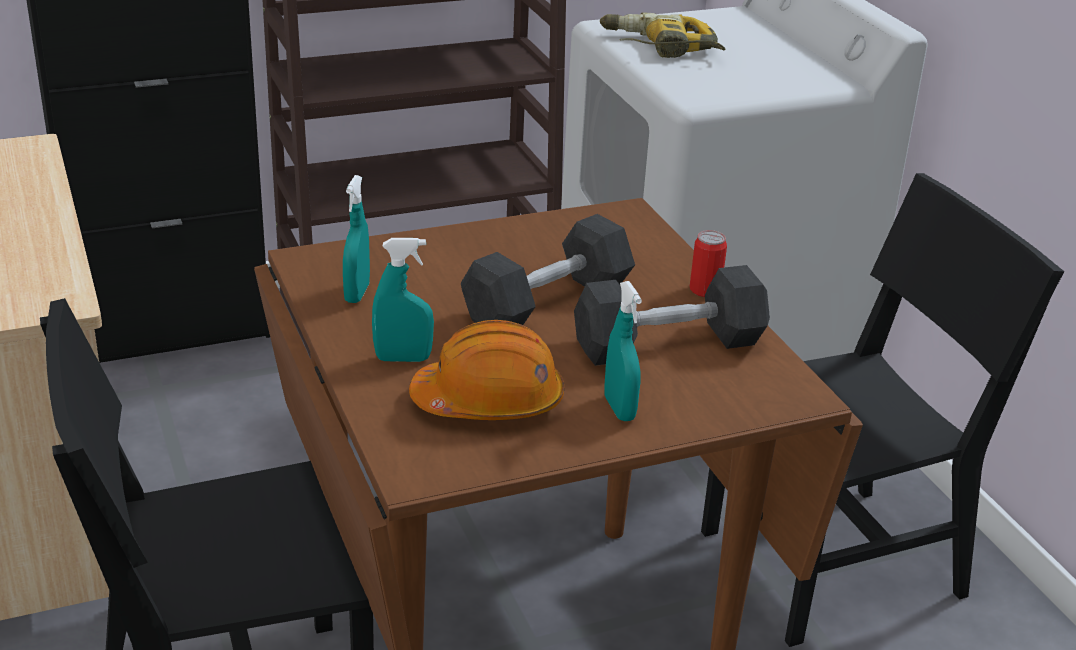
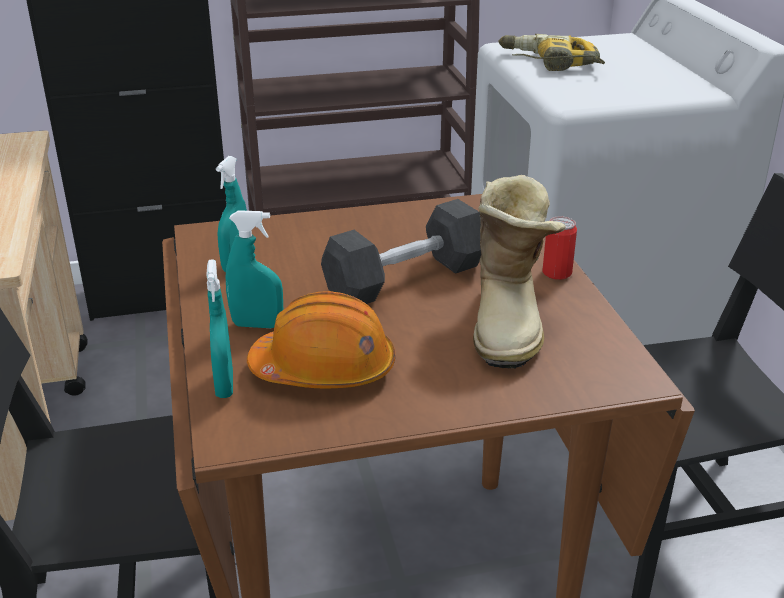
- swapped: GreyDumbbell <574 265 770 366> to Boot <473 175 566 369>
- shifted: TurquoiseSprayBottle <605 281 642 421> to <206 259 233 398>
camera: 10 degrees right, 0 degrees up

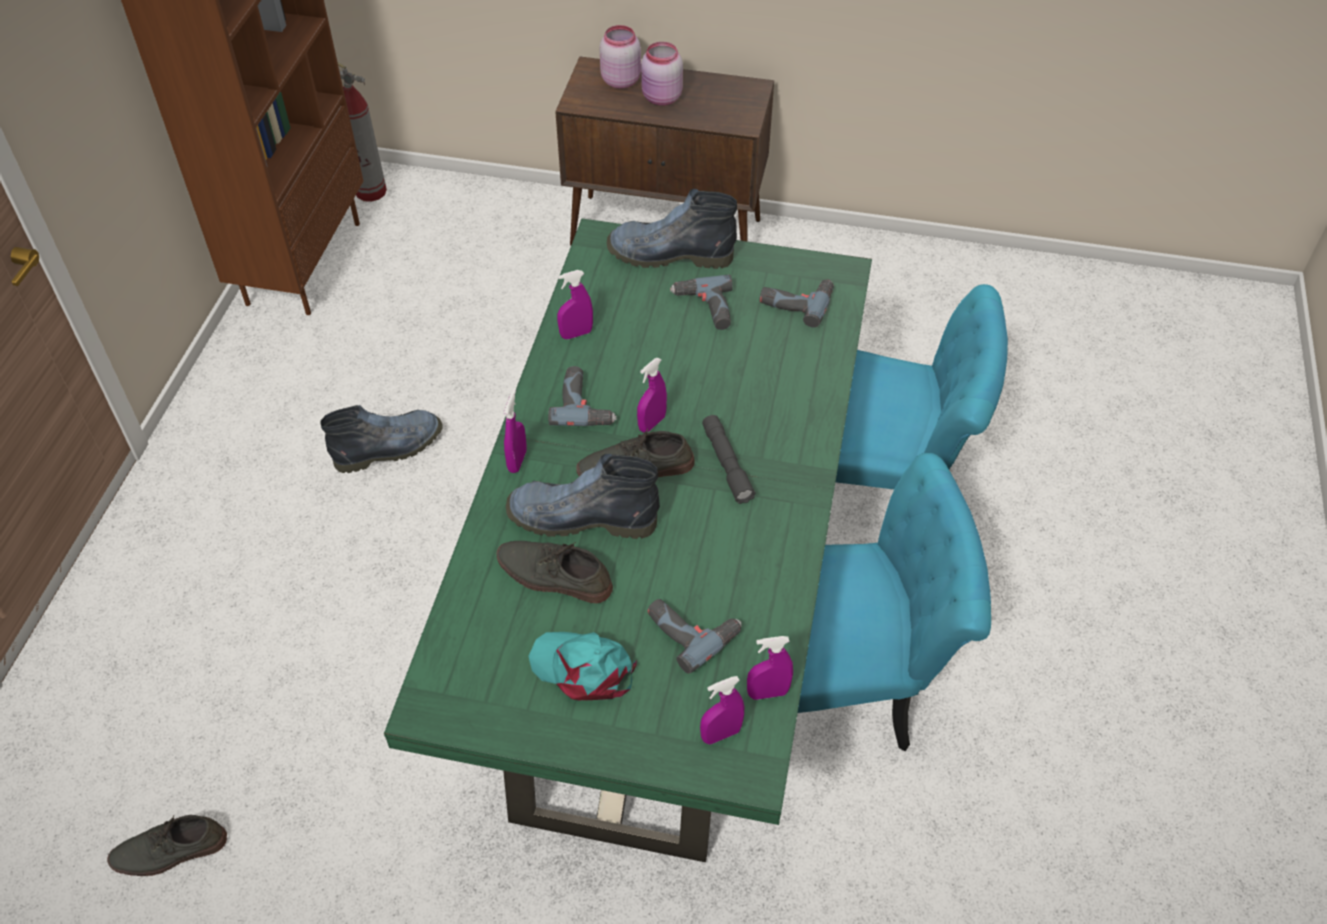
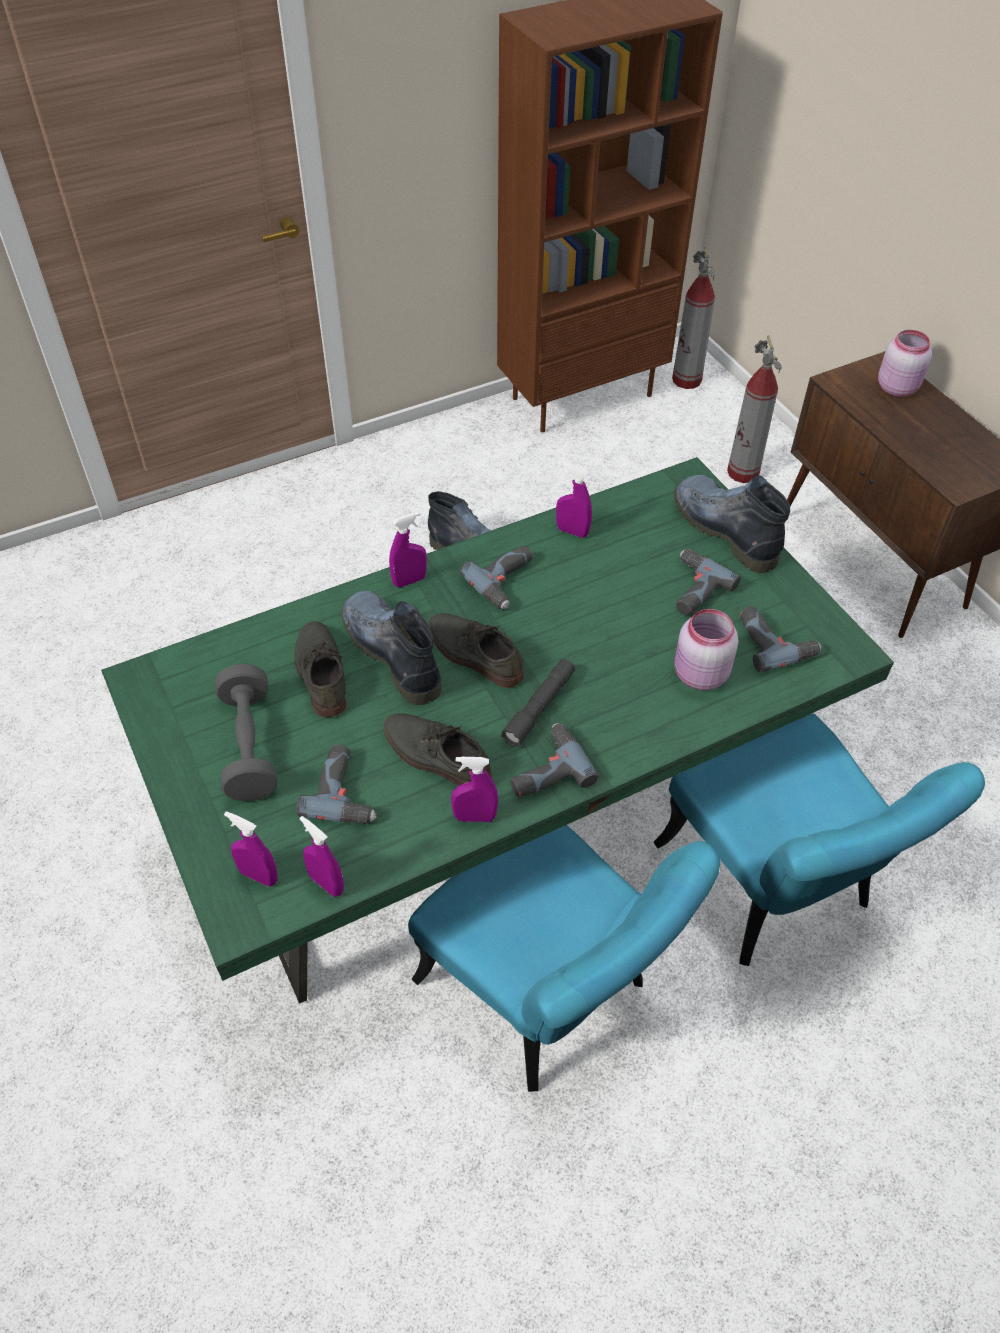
- shifted: GreyShoe <107 815 227 876> to <384 713 492 786>
- swapped: TurquoiseCap <528 632 636 701> to GreyDumbbell <215 664 277 801>
- shifted: PurpleSprayBottle <637 358 667 432> to <451 757 498 822>
- shifted: PinkJar <641 42 683 106> to <674 609 739 690>
- new: PowerDrill <510 723 599 797>
- new: FireExtinguisher <727 336 782 483>
camera: 50 degrees right, 0 degrees up

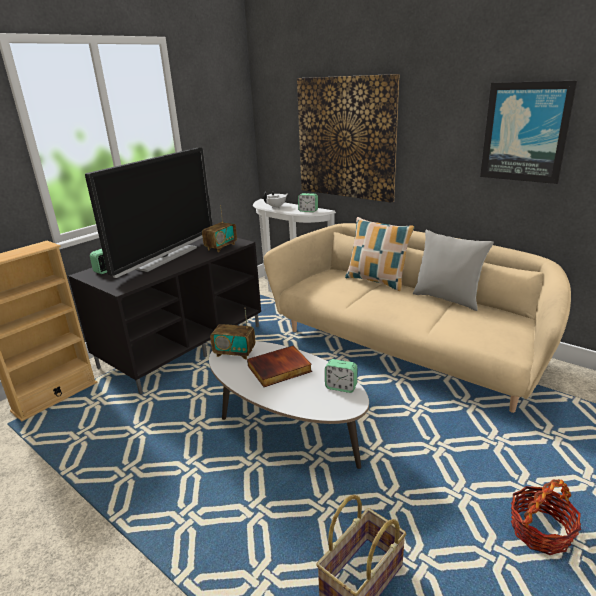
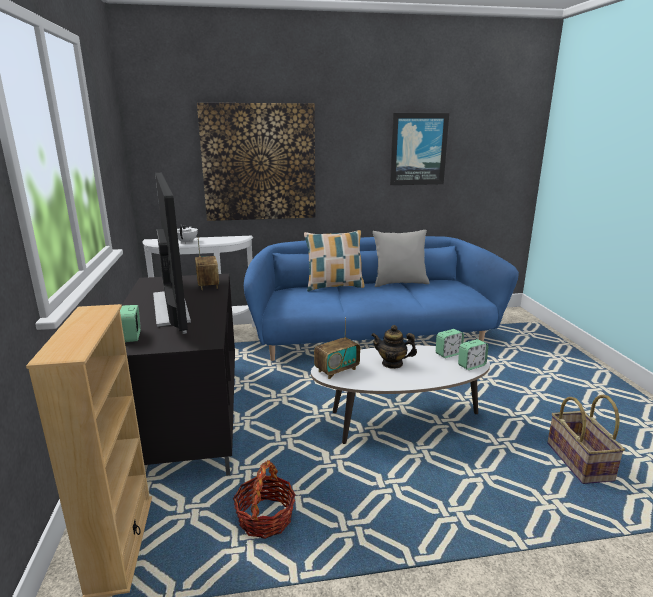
- swapped: Book <247 346 312 387> to Teapot <371 325 417 369>
- repainted: BeigeSofa <264 223 571 413> to BlueSofa <244 236 519 361>
- shifted: AlarmClock <298 193 318 212> to <458 339 488 370>
- shifted: Basket <511 479 581 555> to <233 460 296 539>
camera: 50 degrees left, 5 degrees down

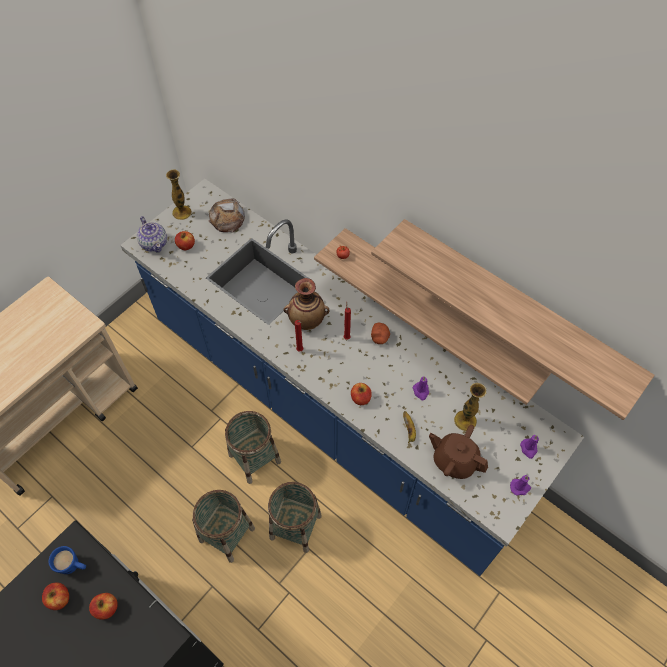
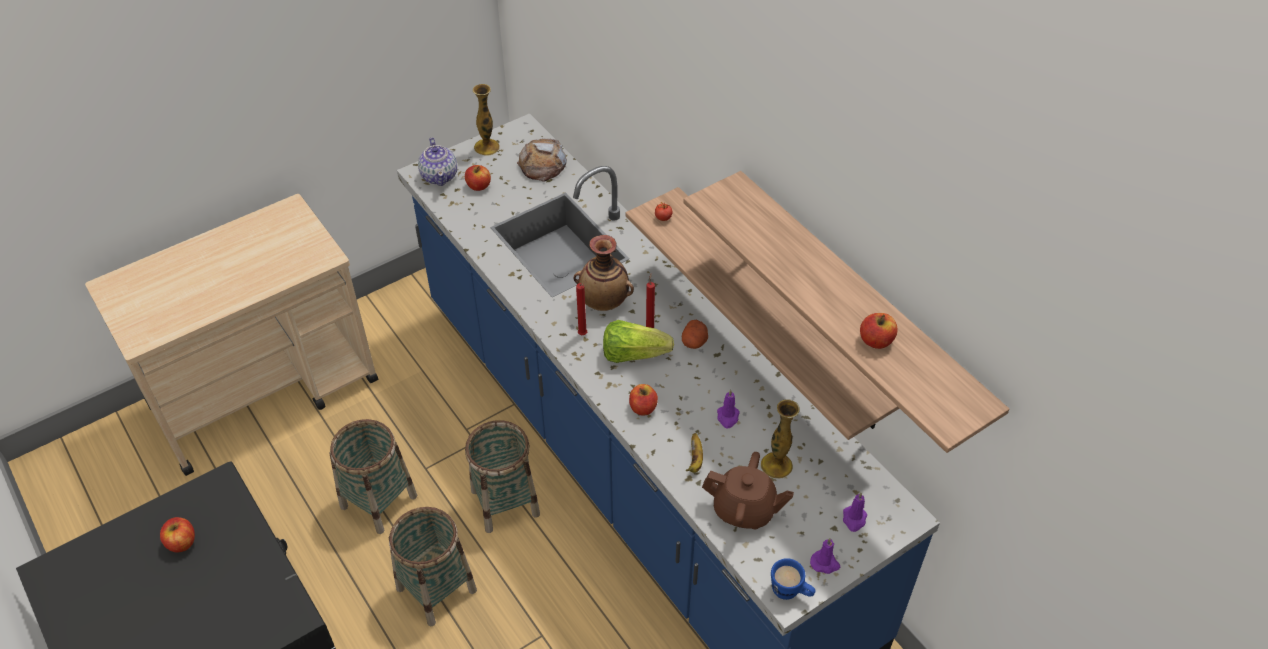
- shifted: BlueMug <49 546 86 574> to <771 558 815 600>
- shifted: Apple <89 593 118 620> to <860 313 898 349>
- shifted: Basket <268 482 321 553> to <329 419 417 534>
- rotated: BrownTeapot <429 425 488 479> = <702 452 794 529> 150 degrees clockwise
- new: Lettuce <603 320 674 363>
camera: 15 degrees right, 10 degrees down

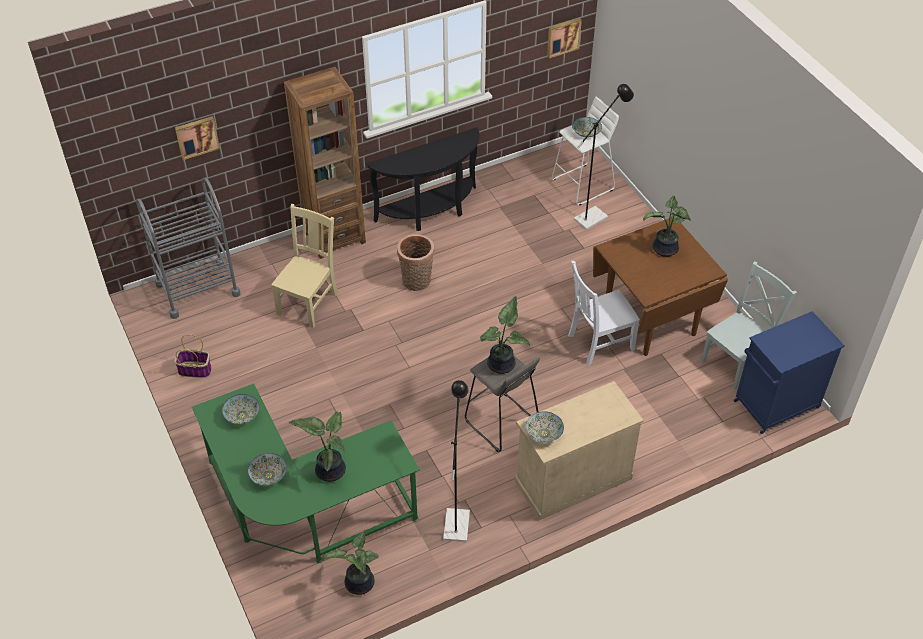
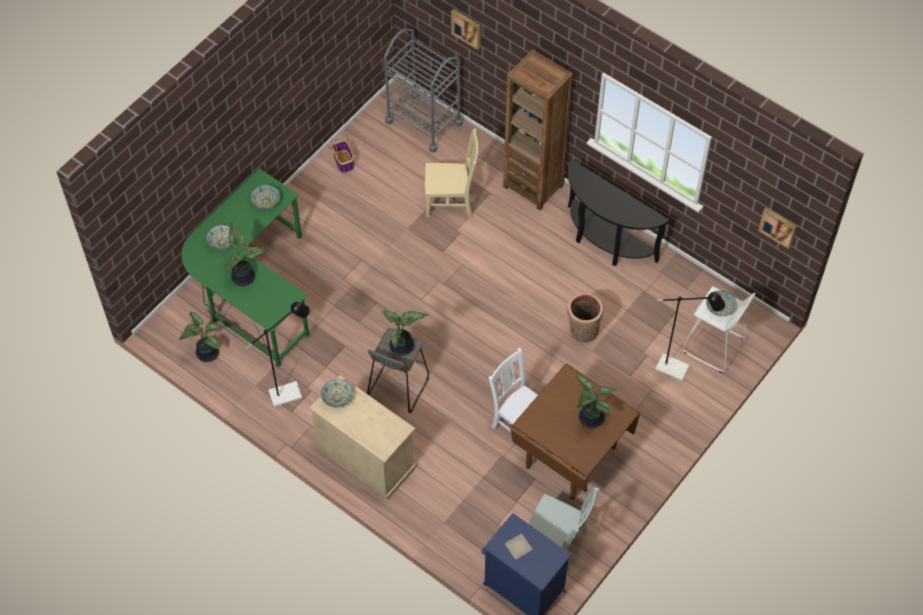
- shifted: Basket <397 234 434 291> to <567 293 603 343>
- new: Plate <504 533 533 560>
camera: 65 degrees right, 10 degrees up

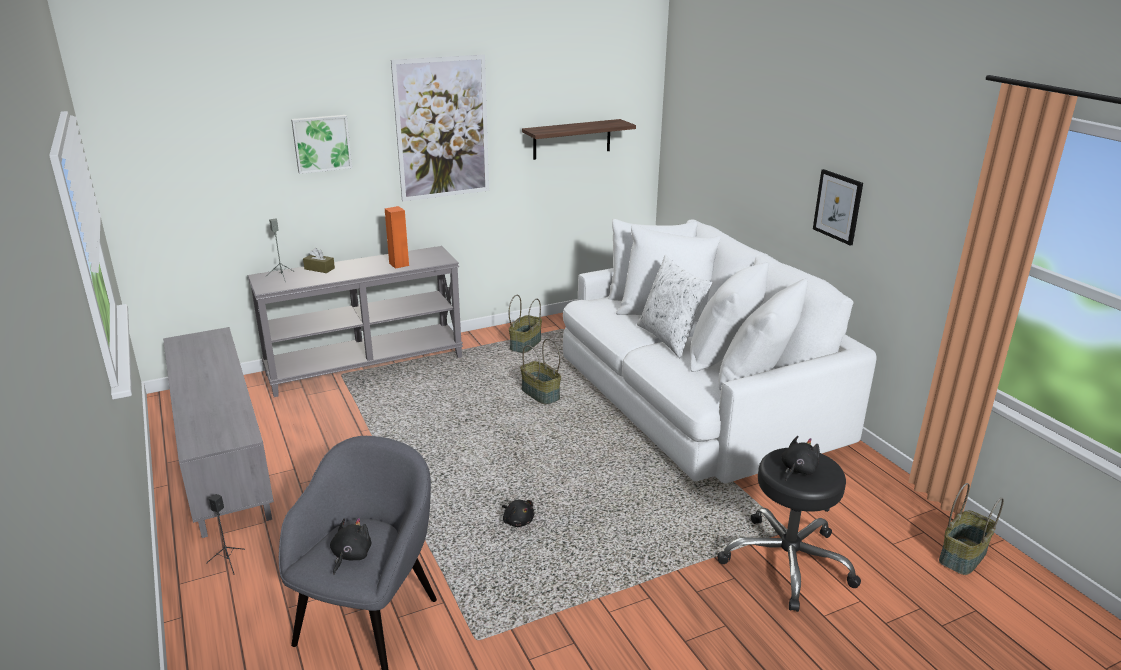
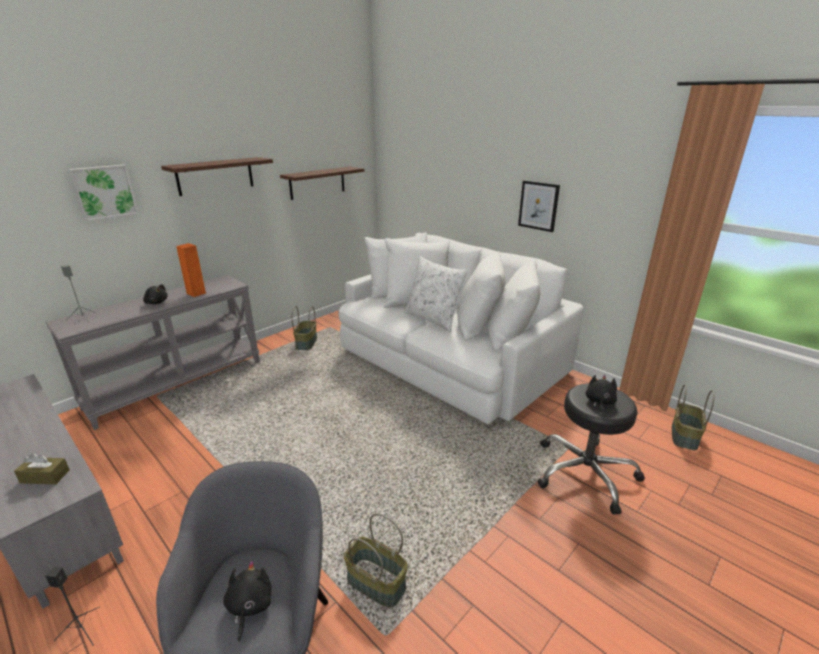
- shifted: BrownTissueBox <303 248 335 273> to <14 453 70 484>
- swapped: Picture <391 54 489 202> to Shelf <161 157 273 196>
- shifted: BlackPlushToy <502 500 534 527> to <143 284 168 304>
- shifted: Basket <520 339 561 404> to <344 513 408 608>
camera: 20 degrees left, 0 degrees up

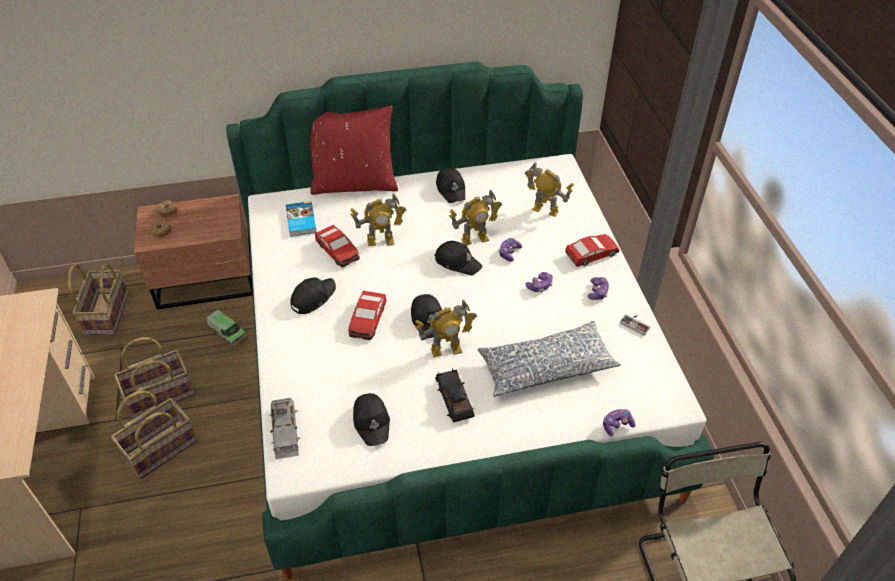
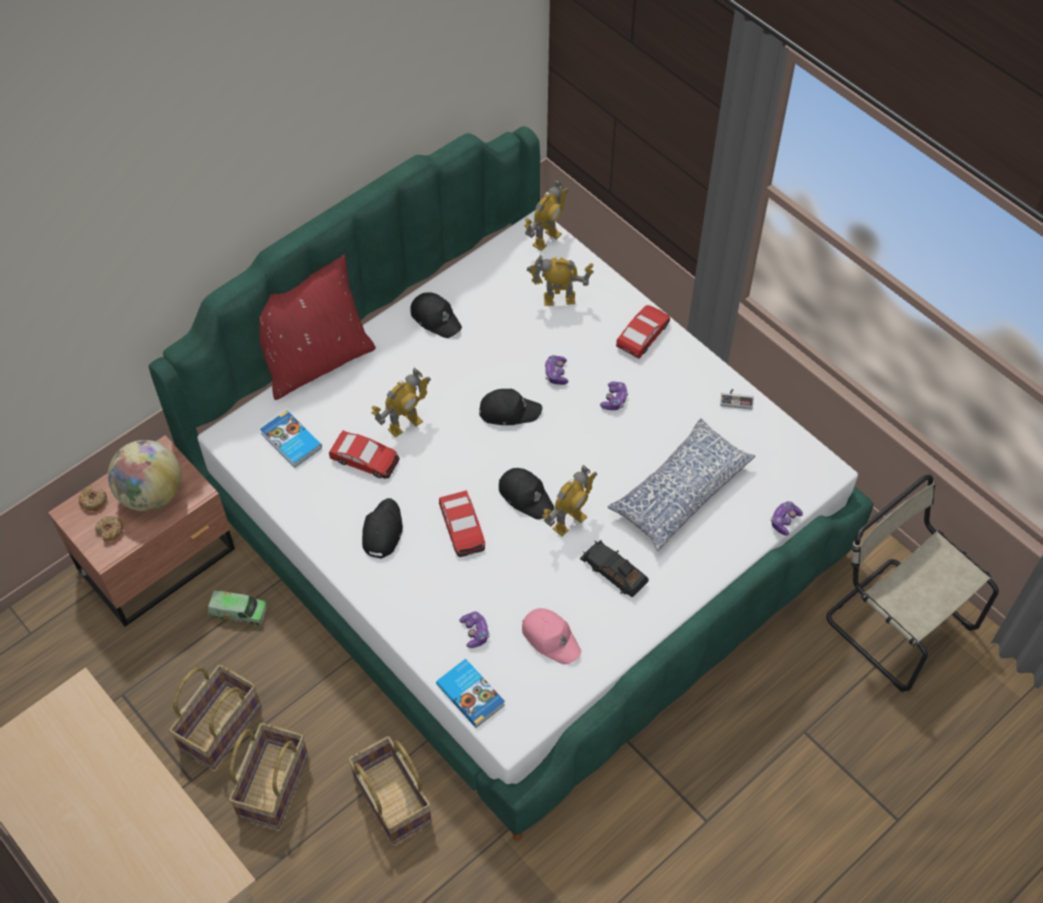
- shifted: Basket <68 263 129 335> to <348 736 432 844>
- swapped: GreyToyCar <269 398 300 459> to Book <436 659 505 728>
- repainted: BlackCap <353 393 390 446> to PinkCap <522 608 581 665>
- shifted: ToyRobot <449 190 502 245> to <524 179 569 251>
- shifted: GameController <587 277 609 300> to <459 612 490 648>
- new: Globe <108 440 181 511>
camera: 30 degrees left, 10 degrees up

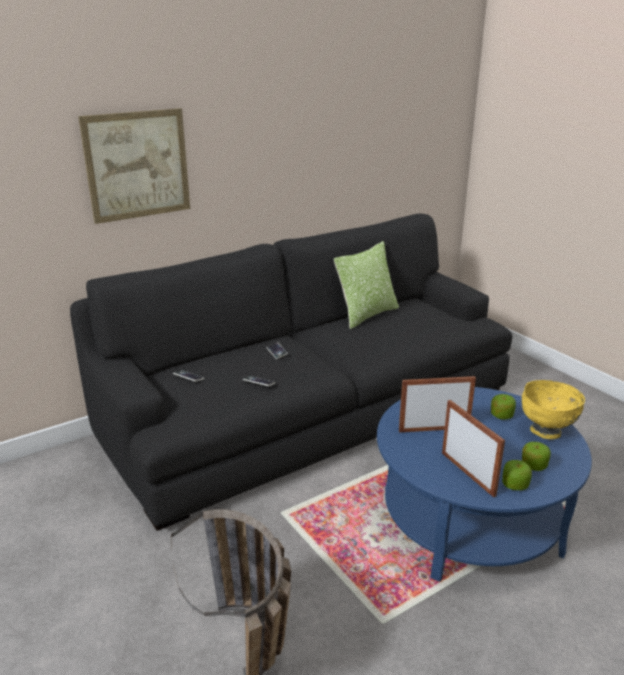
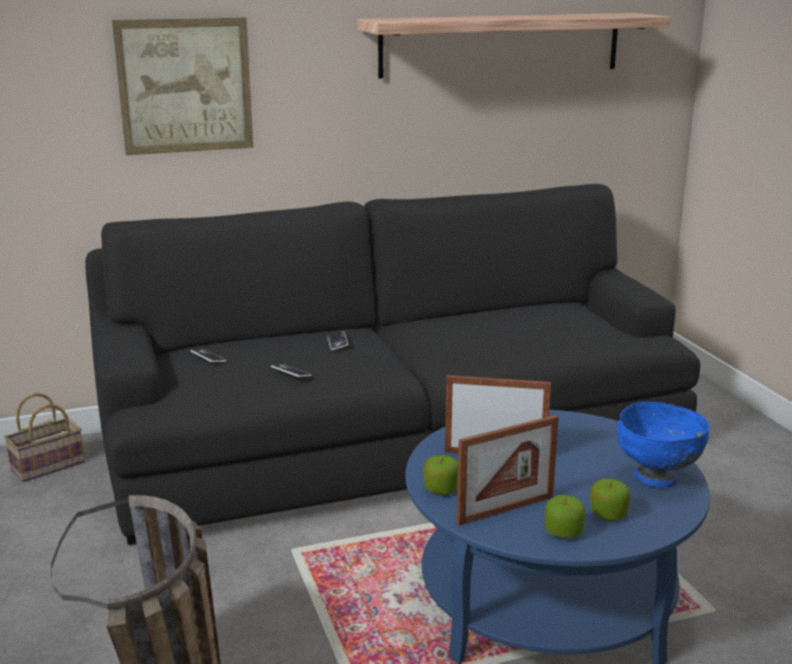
- gone: Pillow <334 241 399 329>
- rotated: PictureFrame <442 400 505 497> = <457 415 559 526> 75 degrees clockwise
- shifted: Apple <491 394 516 420> to <423 455 458 495>
- repainted: YellowBowl <522 380 585 439> to BlueBowl <618 402 710 487>
- new: Basket <4 393 85 482>
- new: Shelf <357 13 671 78>
camera: 15 degrees right, 5 degrees down

